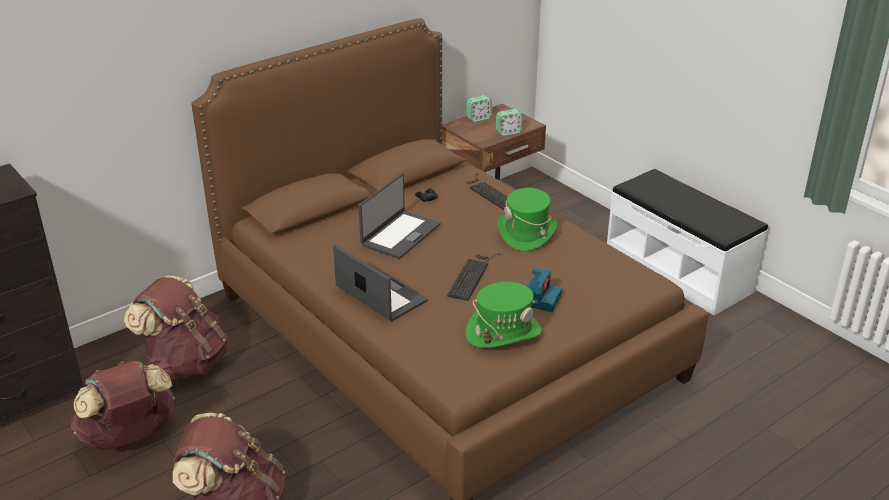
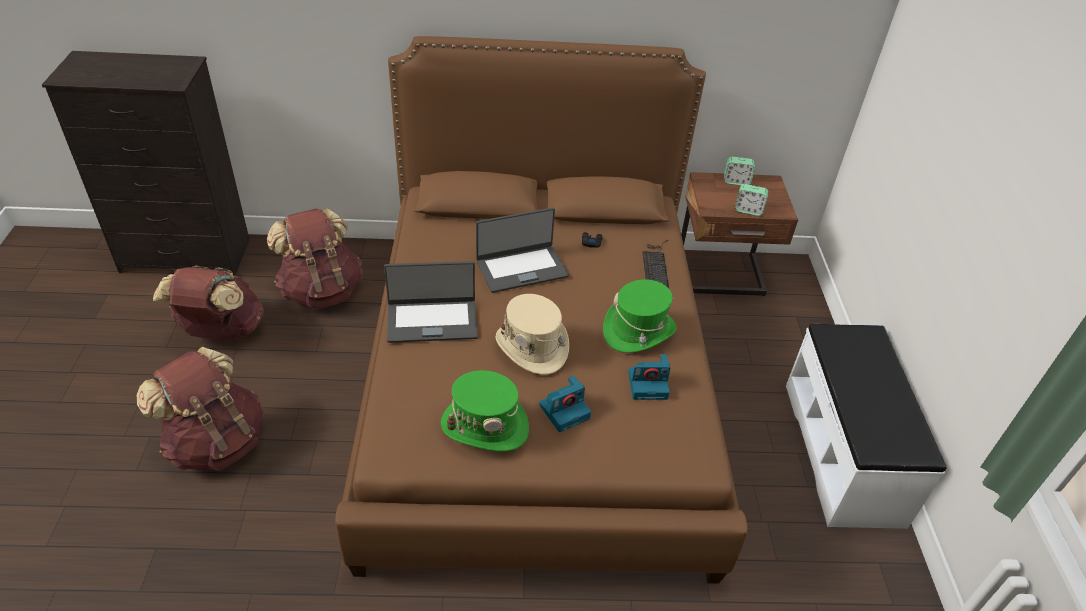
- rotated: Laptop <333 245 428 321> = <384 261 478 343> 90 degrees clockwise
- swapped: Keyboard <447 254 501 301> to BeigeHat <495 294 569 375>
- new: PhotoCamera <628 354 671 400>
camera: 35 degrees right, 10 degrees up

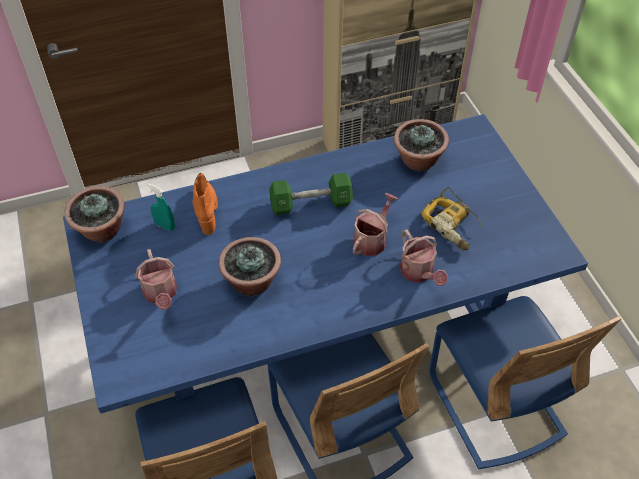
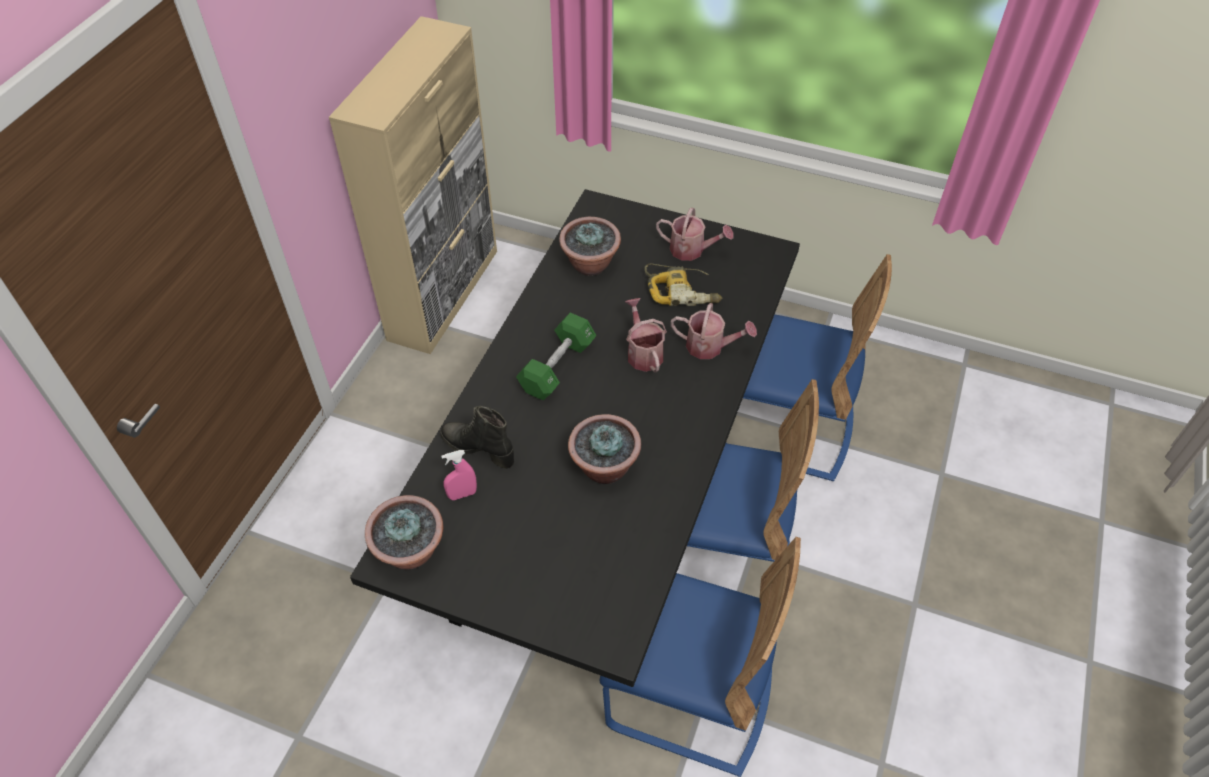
- repainted: BlueDiningTable <63 114 588 413> to BlackDiningTable <350 189 800 687>
- shifted: WateringCan <135 249 177 310> to <656 208 734 261>
- repainted: TurquoiseSprayBottle <147 183 175 231> to PinkSprayBottle <441 450 477 500>
- repainted: OrangeBoot <192 173 218 235> to BlackBoot <440 406 514 469>
camera: 50 degrees left, 0 degrees up

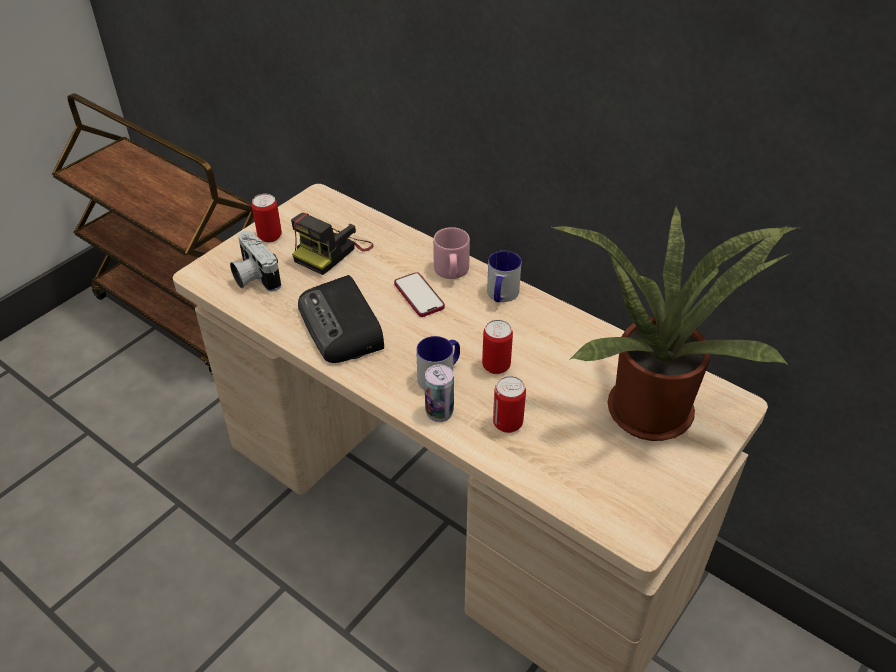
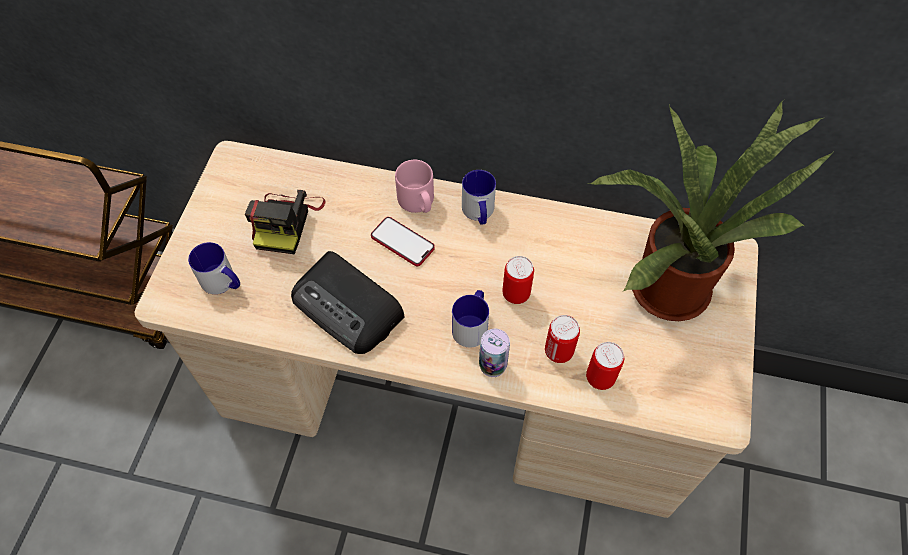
- swapped: PhotoCamera <230 231 281 292> to Mug <188 242 240 294>
- shifted: Can <252 194 282 242> to <586 342 624 390>
camera: 25 degrees left, 15 degrees up

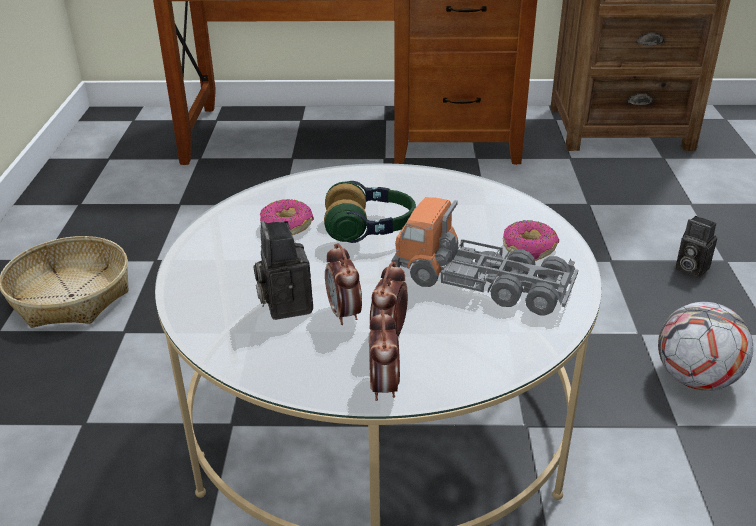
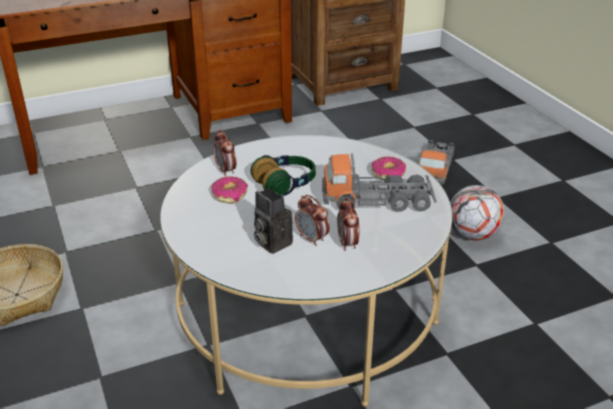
- shifted: AlarmClock <369 310 400 401> to <213 130 236 176>
- swapped: PhotoCamera <675 216 717 278> to ToyTruck <416 140 455 184>
camera: 25 degrees left, 0 degrees up

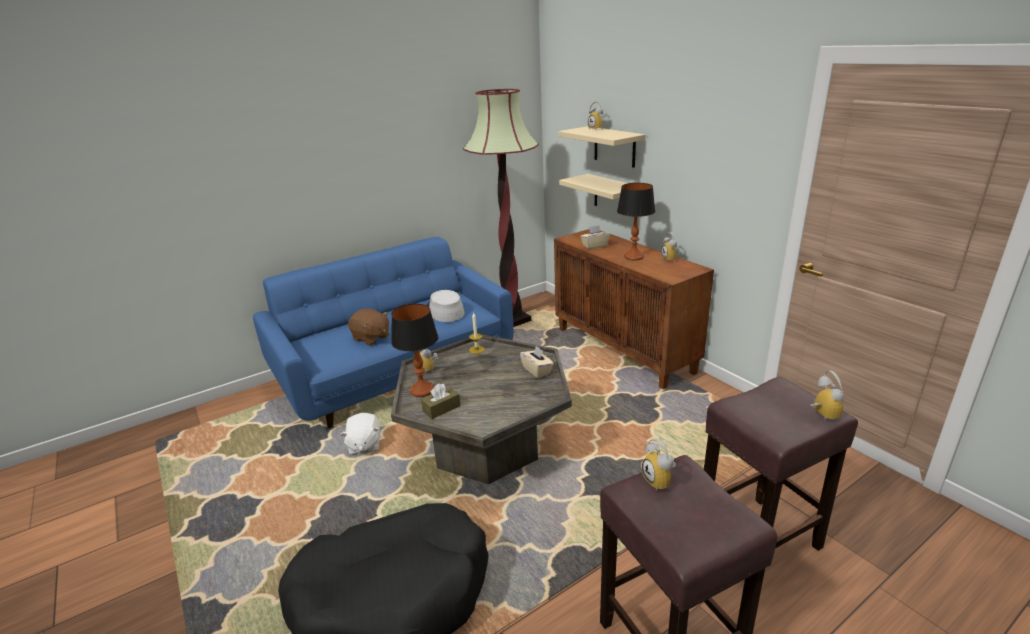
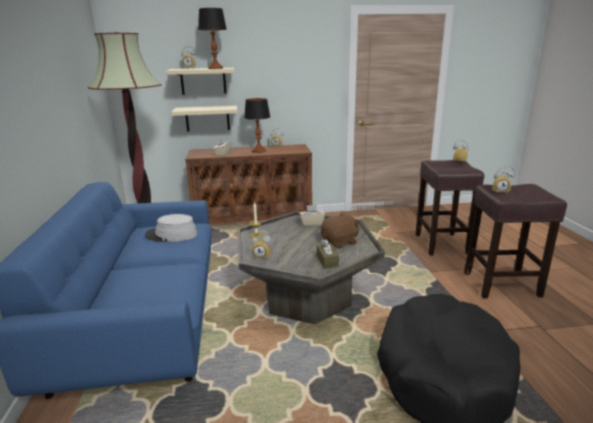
- gone: WhitePlushToy <341 413 380 455>
- shifted: BrownPlushToy <348 309 389 346> to <321 214 359 249>
- shifted: TableLamp <391 304 438 397> to <198 8 227 69>
camera: 65 degrees left, 5 degrees down

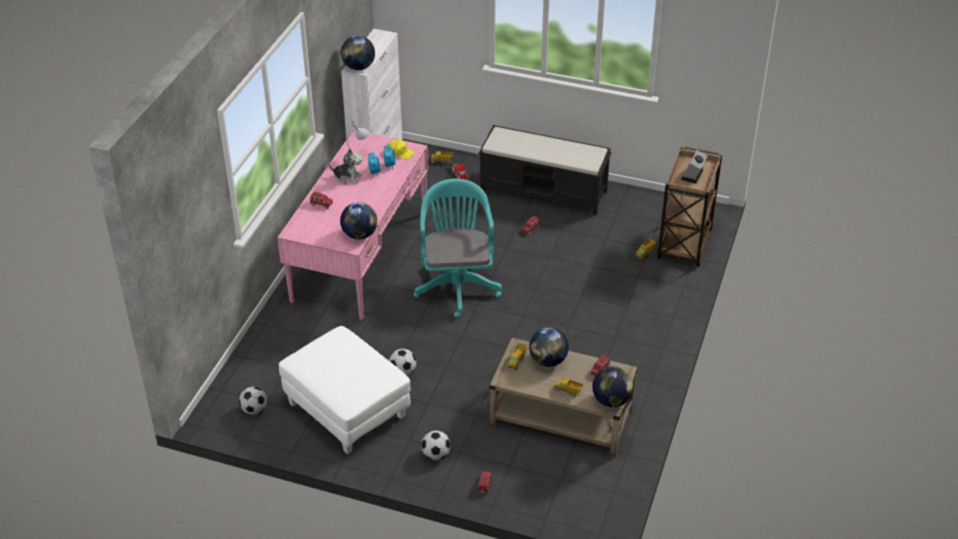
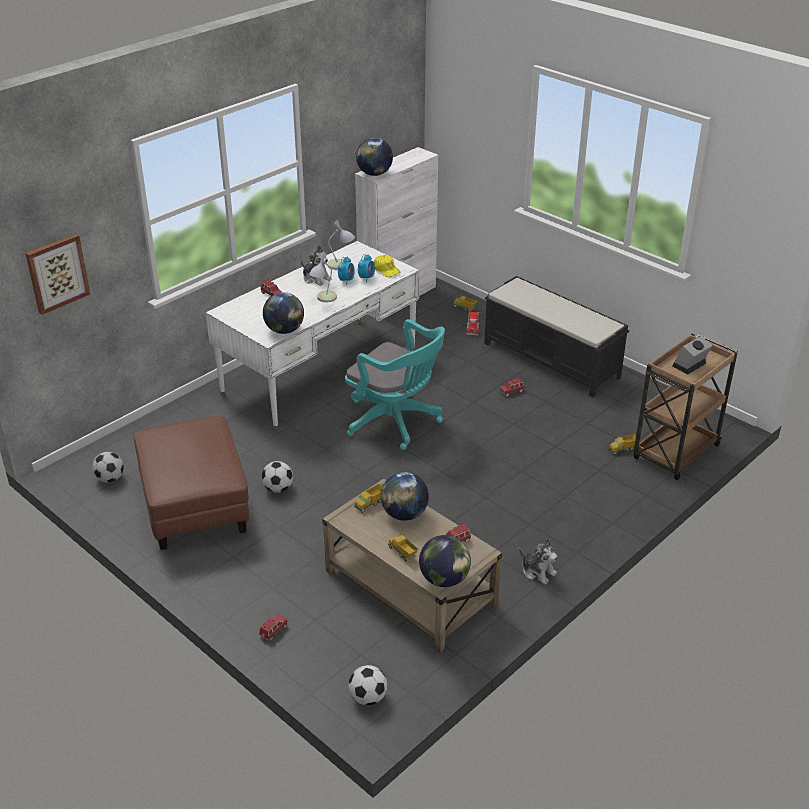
- repainted: PinkDesk <277 131 429 323> to WhiteDesk <206 241 419 430>
- repainted: WhiteOttoman <279 326 411 454> to BrownOttoman <133 416 249 550>
- rotated: TurquoiseOfficeChair <414 178 502 318> = <345 319 445 450> 105 degrees clockwise
- shifted: Football <421 431 451 460> to <348 665 387 705>
- new: Picture <25 234 90 315>
- new: TableLamp <309 251 337 302>
- new: PlushToy <519 539 558 585>
camera: 25 degrees right, 5 degrees down

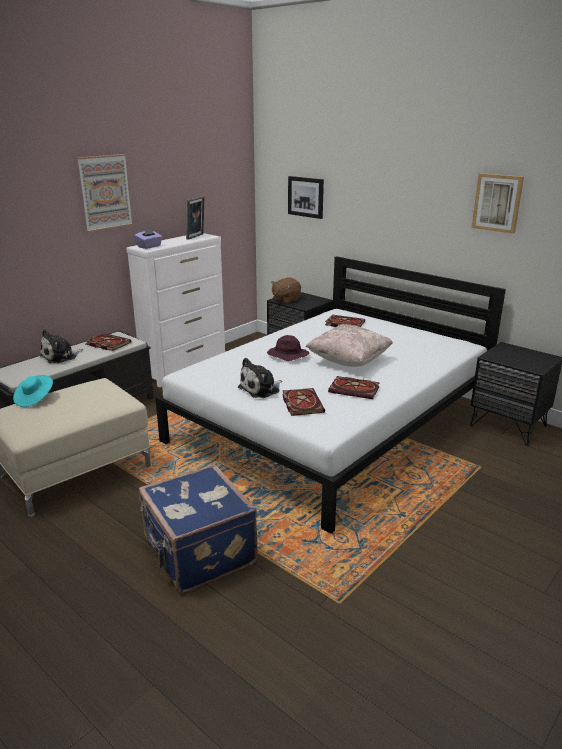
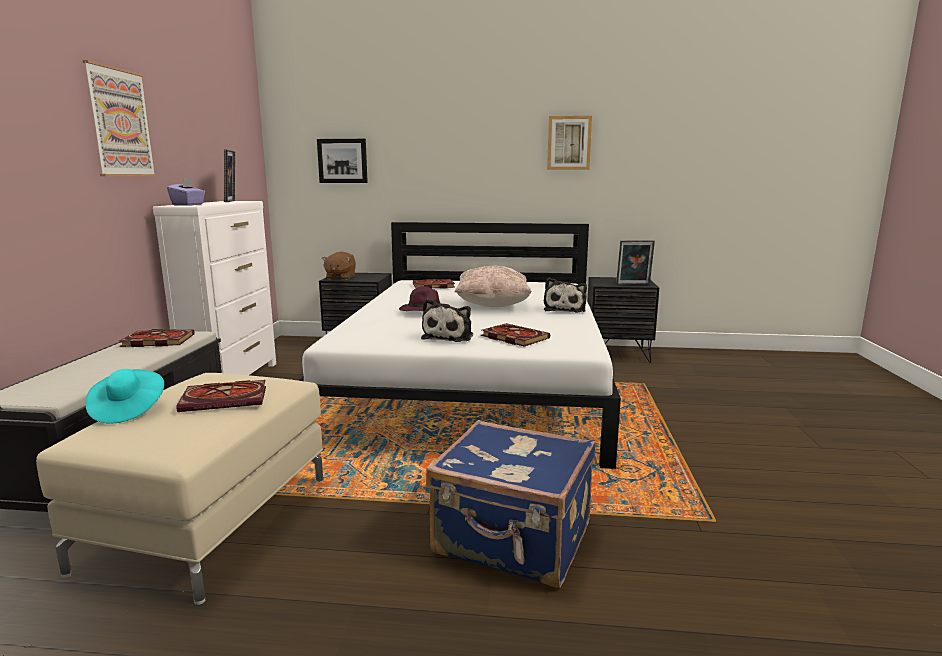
- shifted: PlushToy <40 329 83 363> to <544 278 587 313>
- shifted: Book <328 376 380 399> to <176 380 266 412>
- new: PictureFrame <616 240 655 285>
camera: 35 degrees left, 10 degrees down

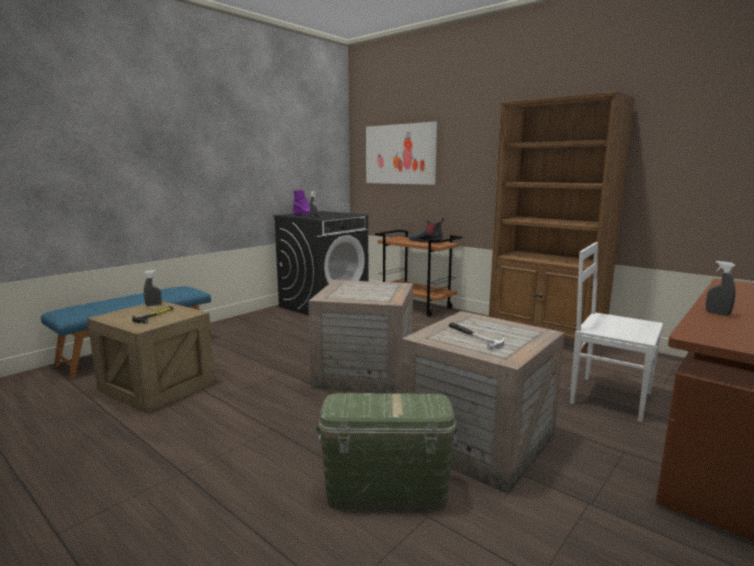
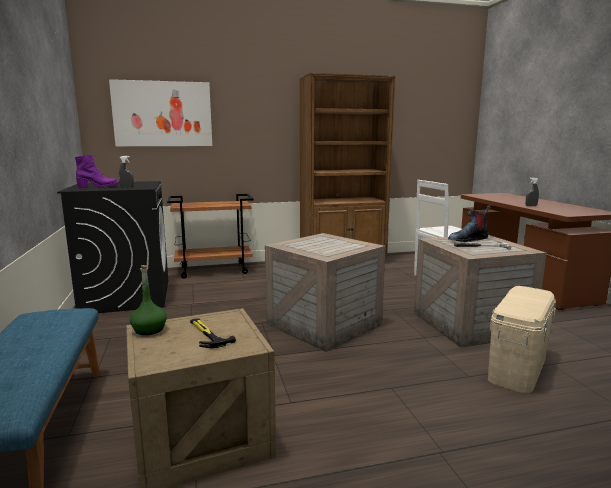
- swapped: GreySprayBottle <144 270 162 306> to GreenBottle <130 265 167 335>
- repainted: GreenStorageBox <316 393 459 510> to BeigeStorageBox <488 286 556 393>
- shifted: Boot <408 218 445 243> to <448 205 491 242>
camera: 55 degrees left, 0 degrees up

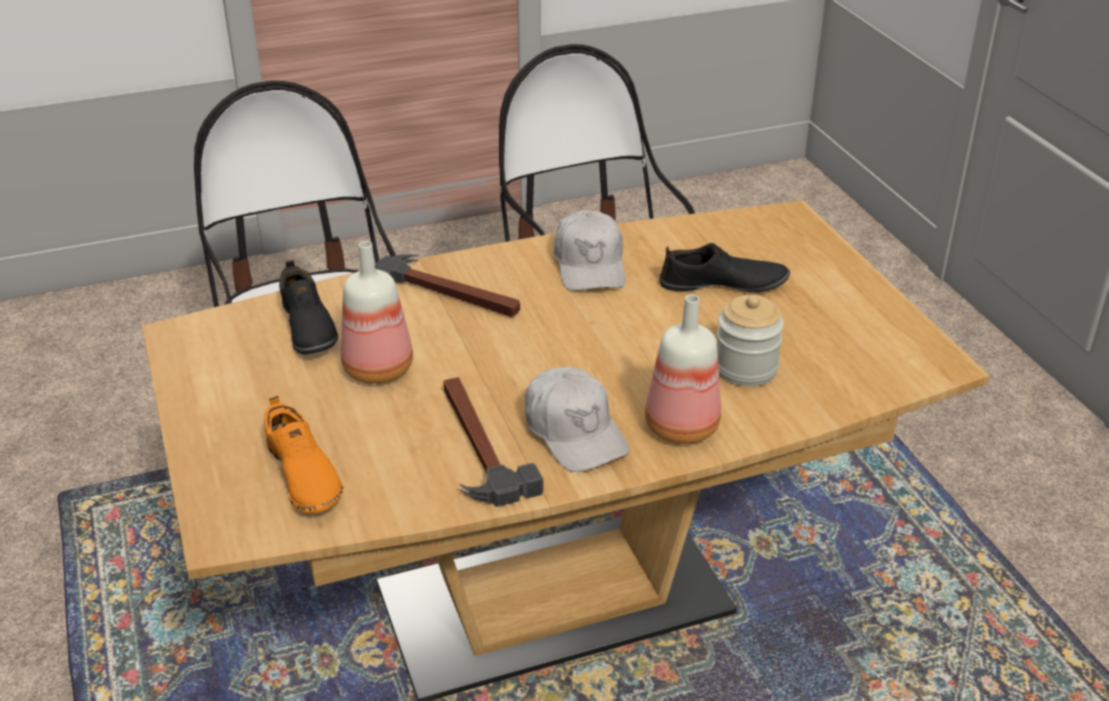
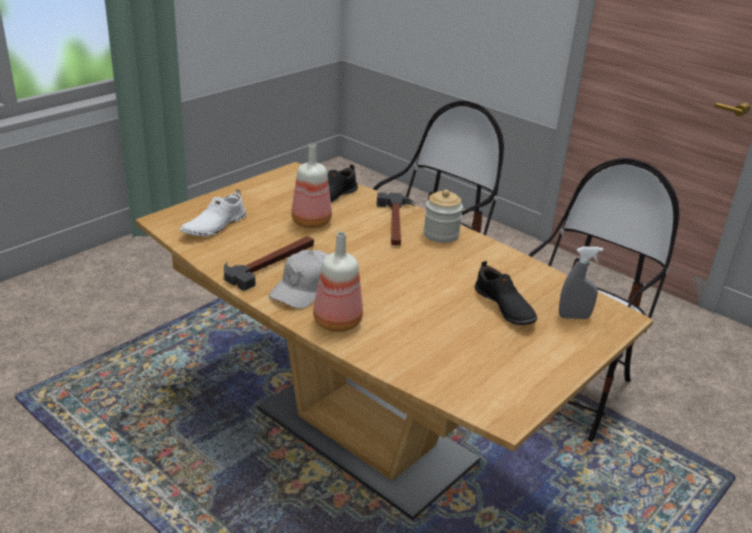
- repainted: OrangeShoe <264 396 343 514> to WhiteShoe <180 189 246 236>
- gone: WhiteCap <553 210 625 291>
- shifted: Jar <717 295 784 386> to <424 190 463 243>
- new: GreySprayBottle <559 247 603 319>
camera: 60 degrees right, 5 degrees down

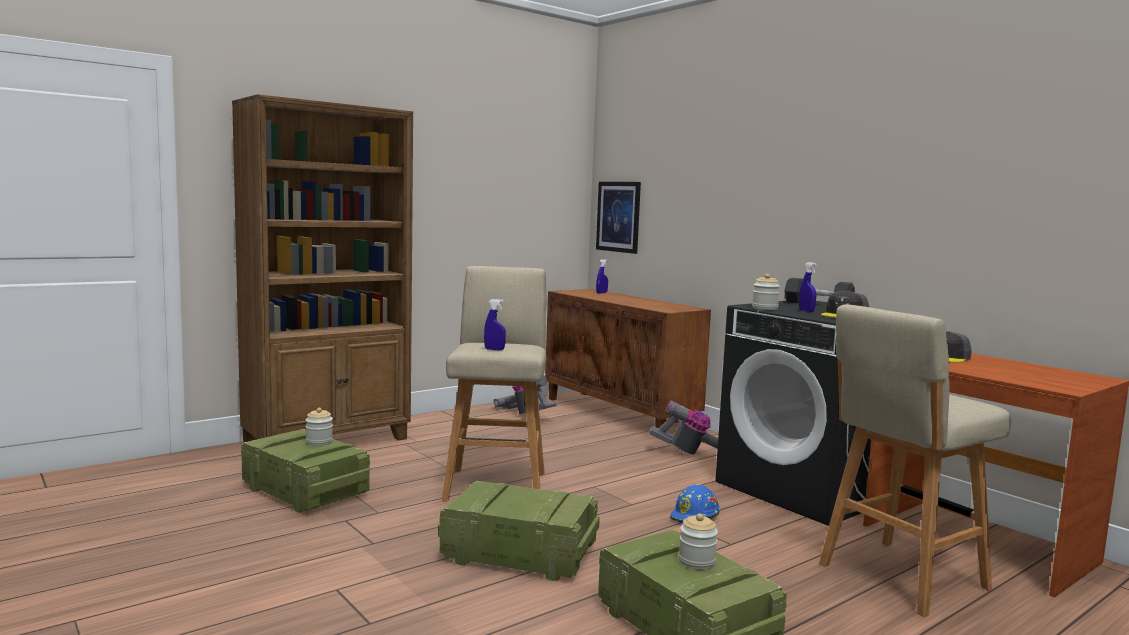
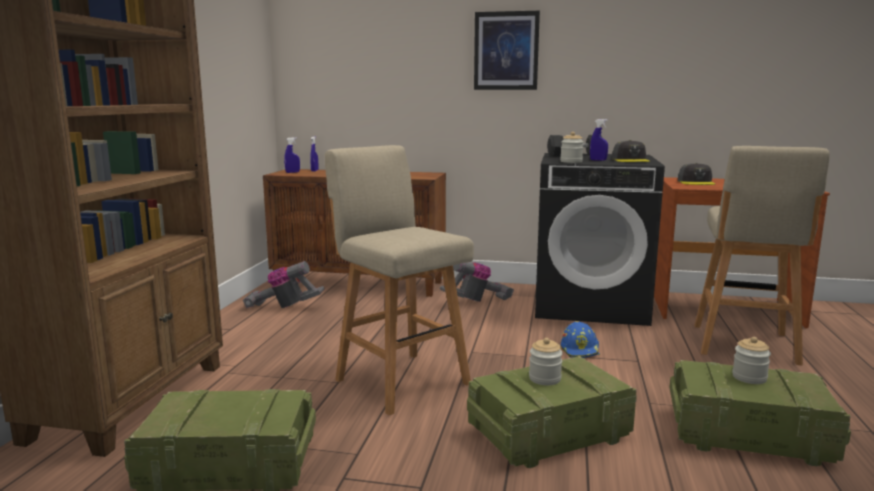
- shifted: Jar <305 408 333 446> to <529 338 563 385>
- shifted: BlueSprayBottle <484 299 506 350> to <284 137 300 173>
- shifted: Picture <596 182 641 254> to <474 11 540 90>
camera: 40 degrees left, 5 degrees up

